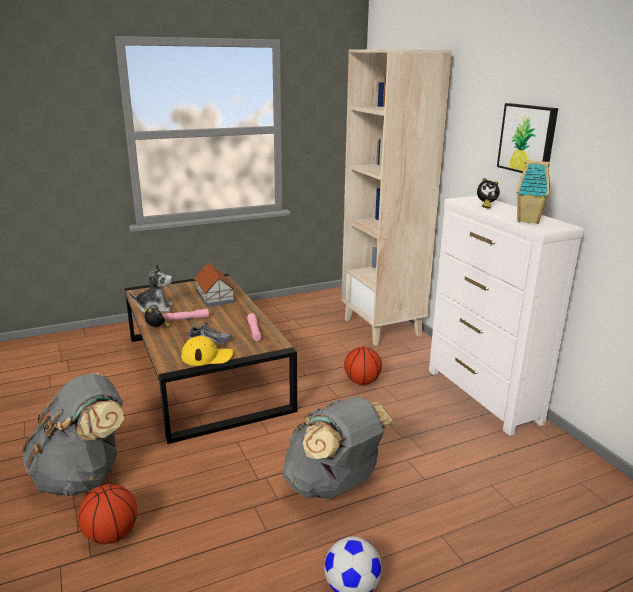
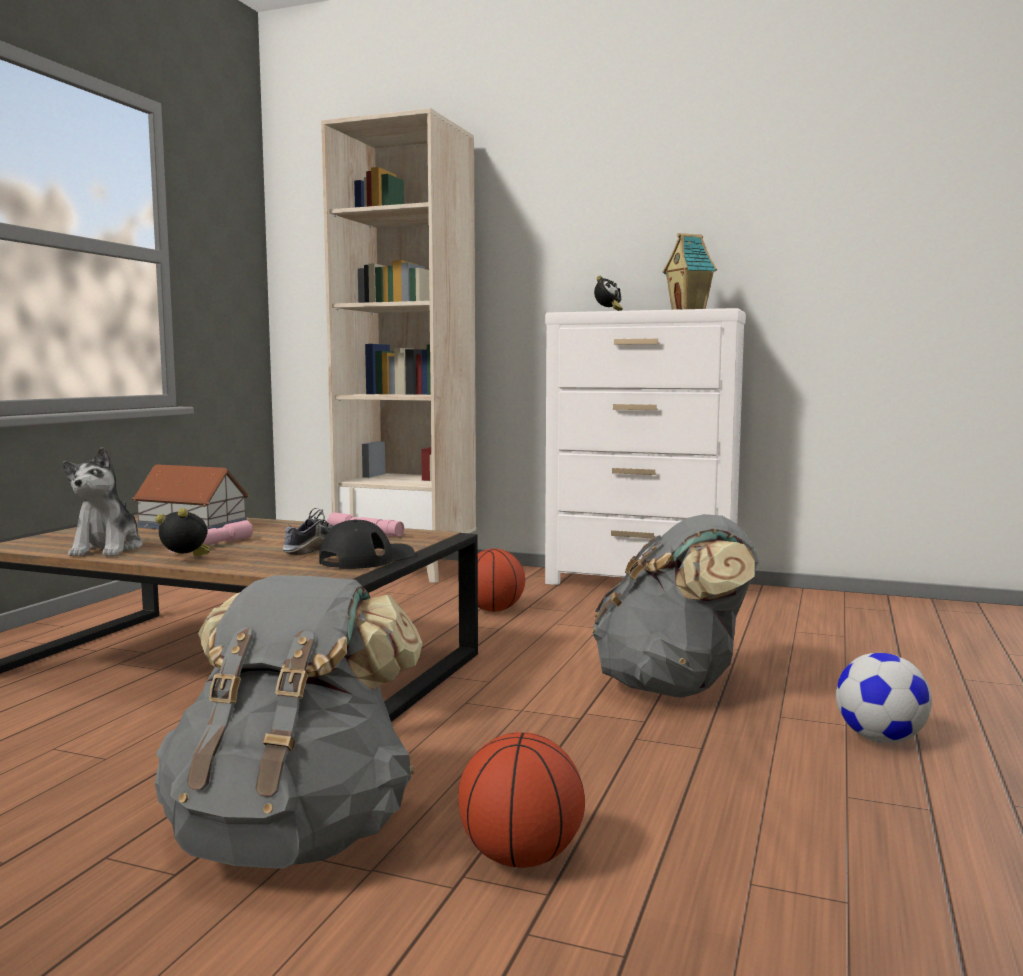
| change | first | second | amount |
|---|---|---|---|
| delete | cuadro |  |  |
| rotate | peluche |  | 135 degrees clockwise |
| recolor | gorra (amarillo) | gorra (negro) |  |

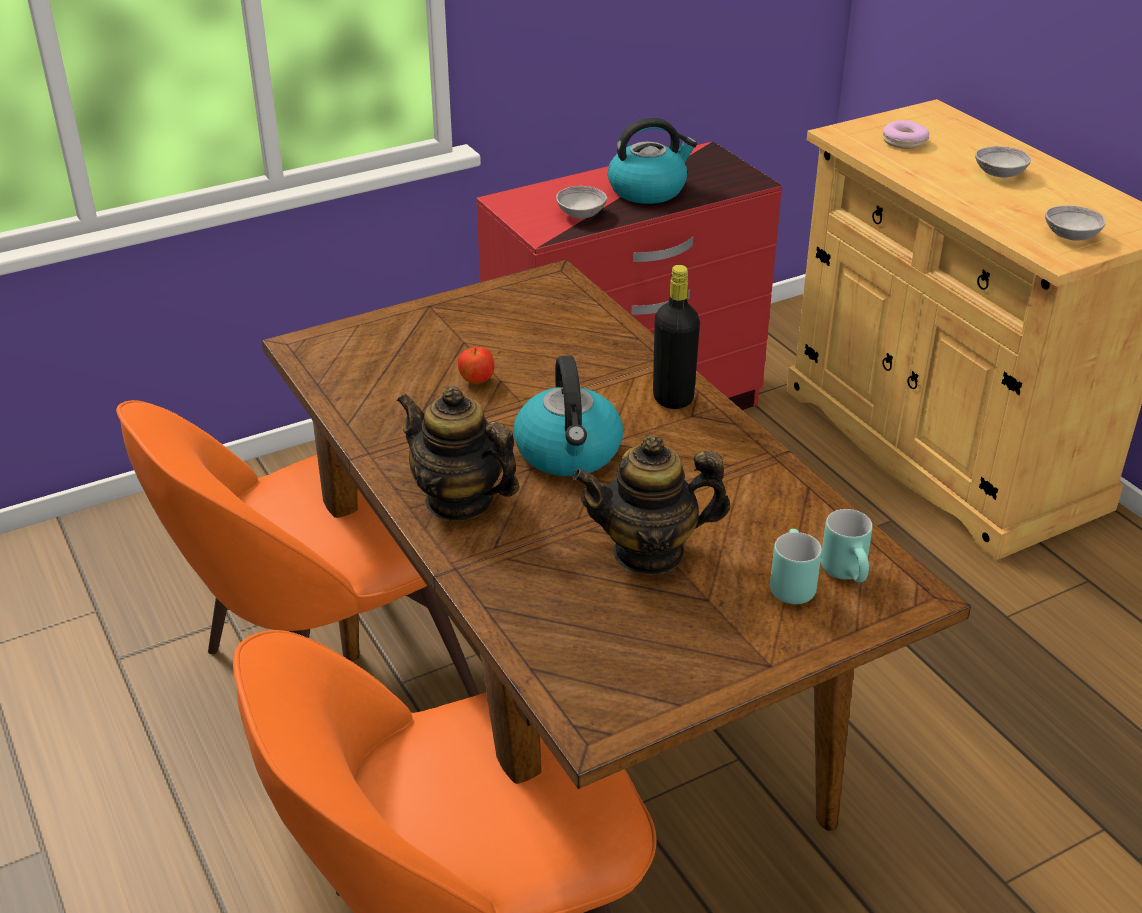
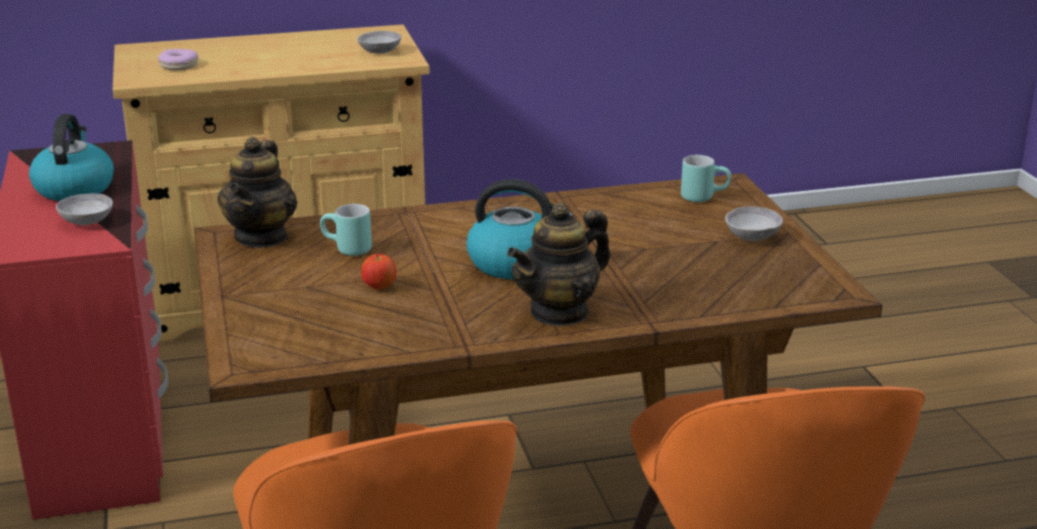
| change | first | second | amount |
|---|---|---|---|
| move | cuenco (gris) (2nd from left in the first image) | cuenco (gris) (3rd from left) |  |
| delete | botella (negro) |  |  |
| move | tetera (2nd from left in the first image) | tetera (1st from left) |  |
| move | taza grande (turquesa) (1st from left) |  |  |

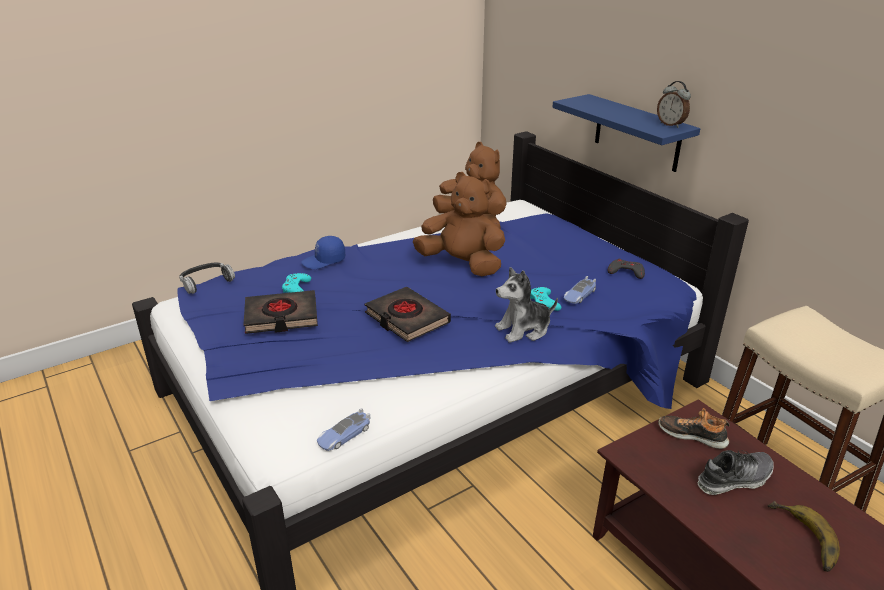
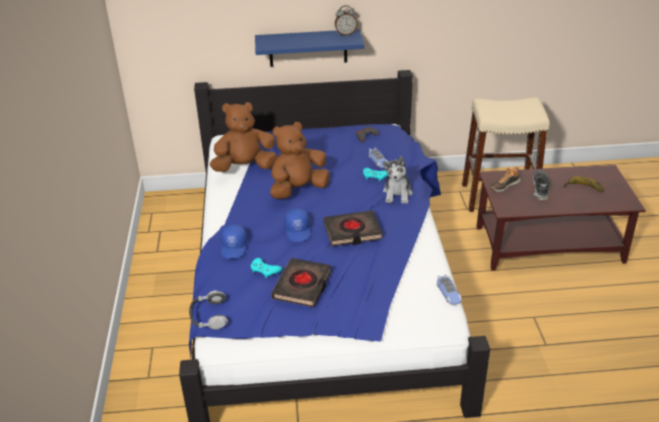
| change | first | second | amount |
|---|---|---|---|
| insert |  | gorra (azul) (2nd from left) |  |

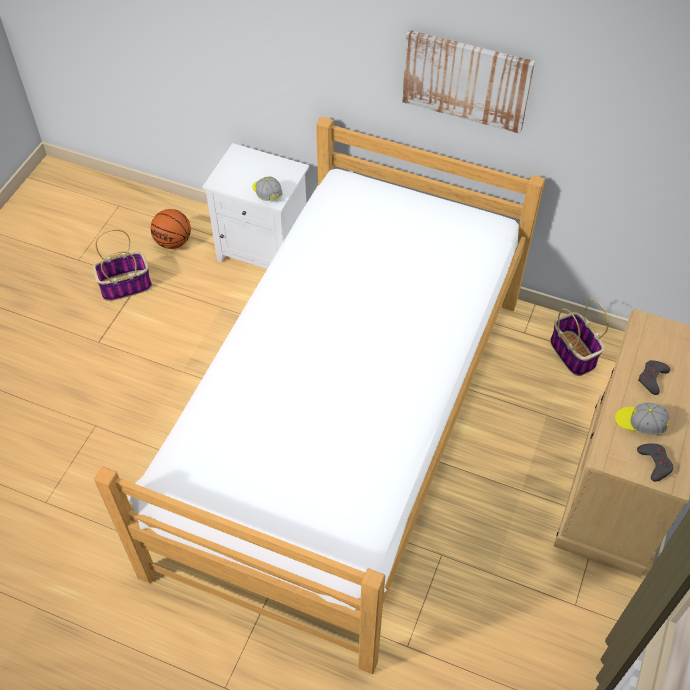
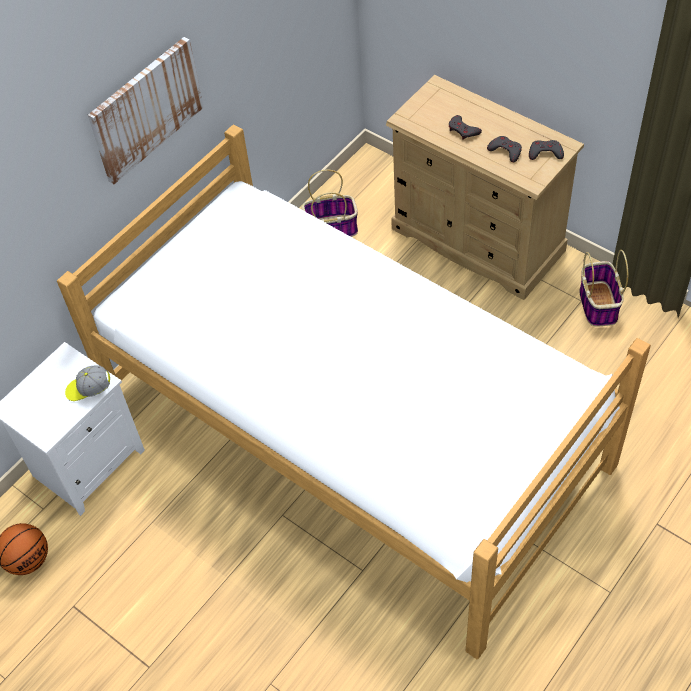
| change | first | second | amount |
|---|---|---|---|
| move | cesta (1st from left in the first image) | cesta (2nd from left) |  |
| replace | gorra (2nd from left) | mando de consola (gris) (2nd from left) |  |

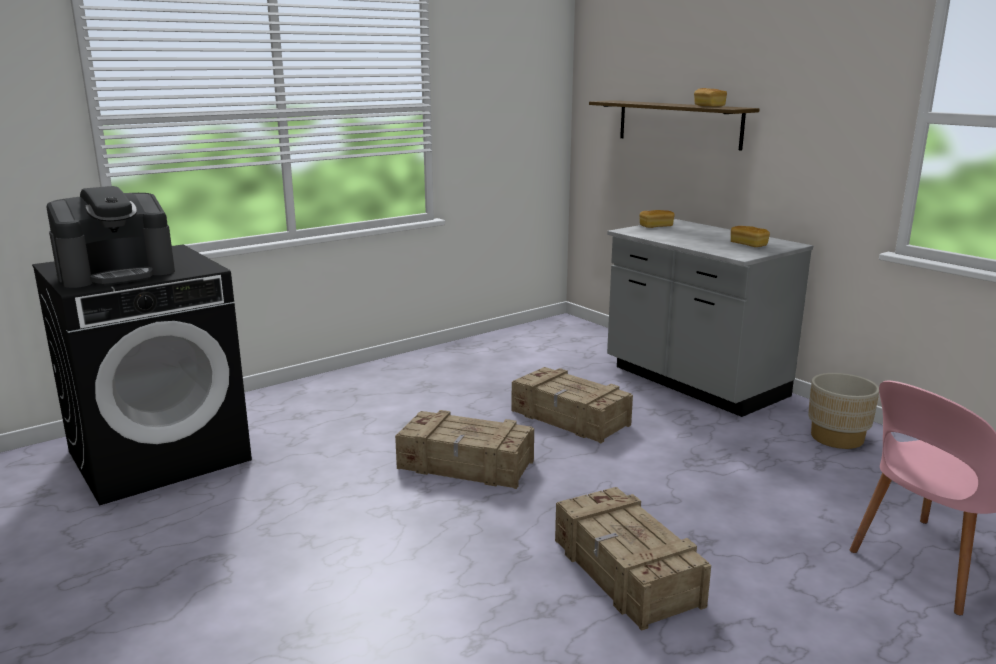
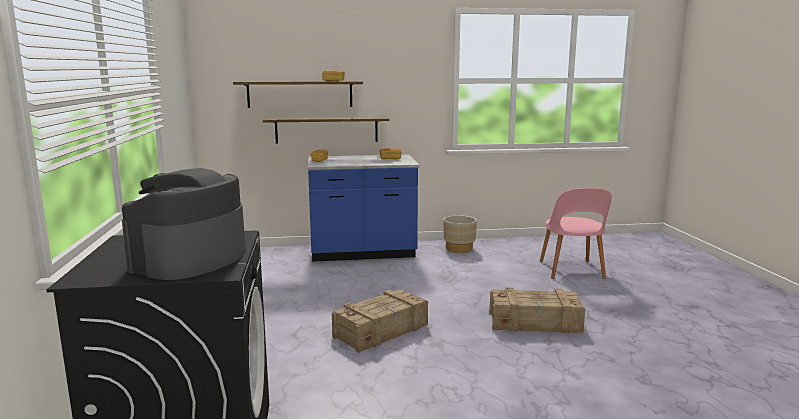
| change | first | second | amount |
|---|---|---|---|
| rotate | cafetera |  | 150 degrees counterclockwise |
| recolor | mueble bajo de cocina (gris) | mueble bajo de cocina (azul) |  |
| delete | caja de embalaje (2nd from left) |  |  |
| insert |  | estante (2nd from left) |  |

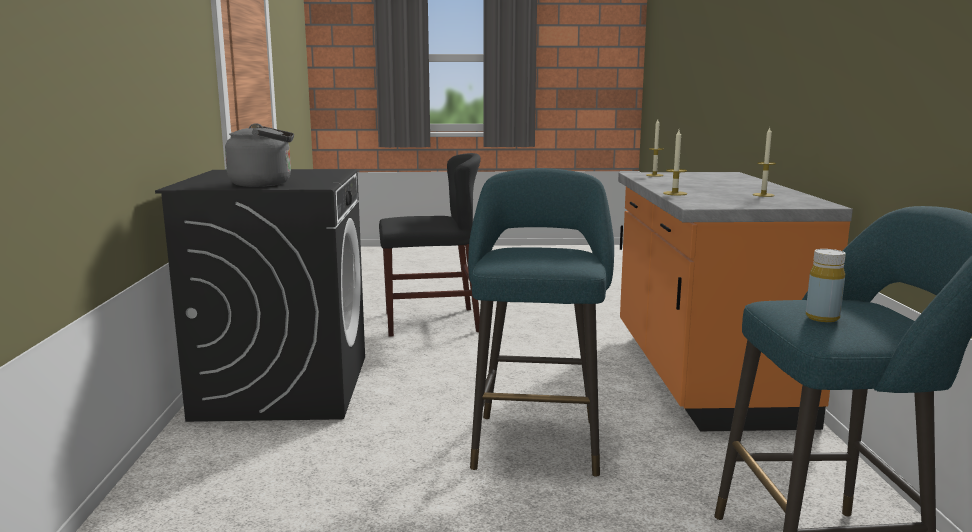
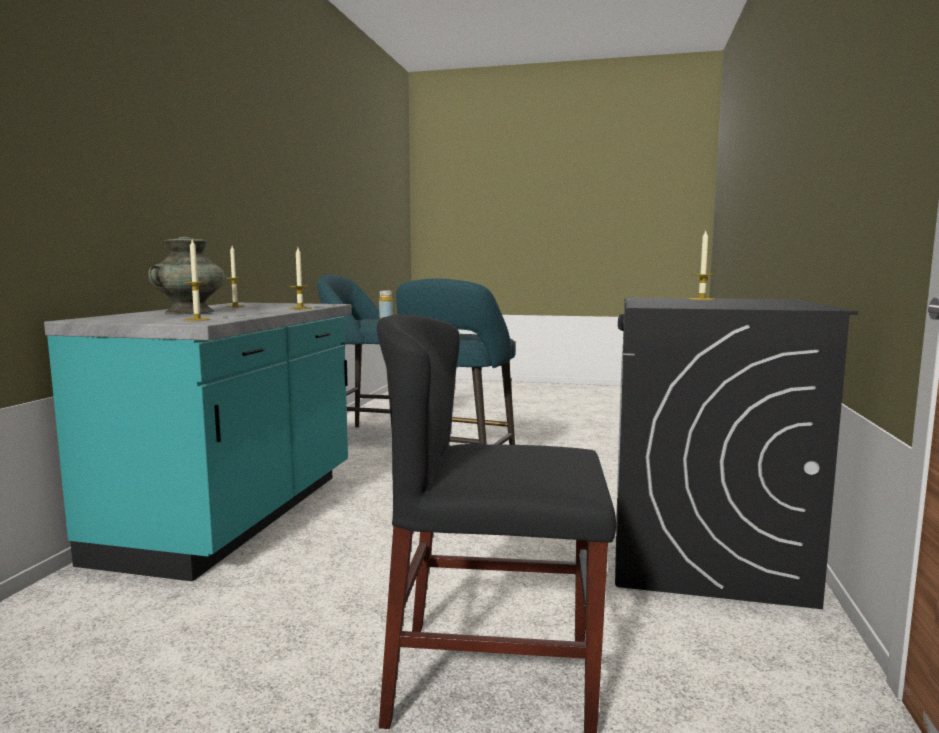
| change | first | second | amount |
|---|---|---|---|
| replace | hervidor (gris) | vela (4th from left) |  |
| recolor | mueble bajo de cocina (naranja) | mueble bajo de cocina (turquesa) |  |
| insert |  | florero (turquesa) |  |

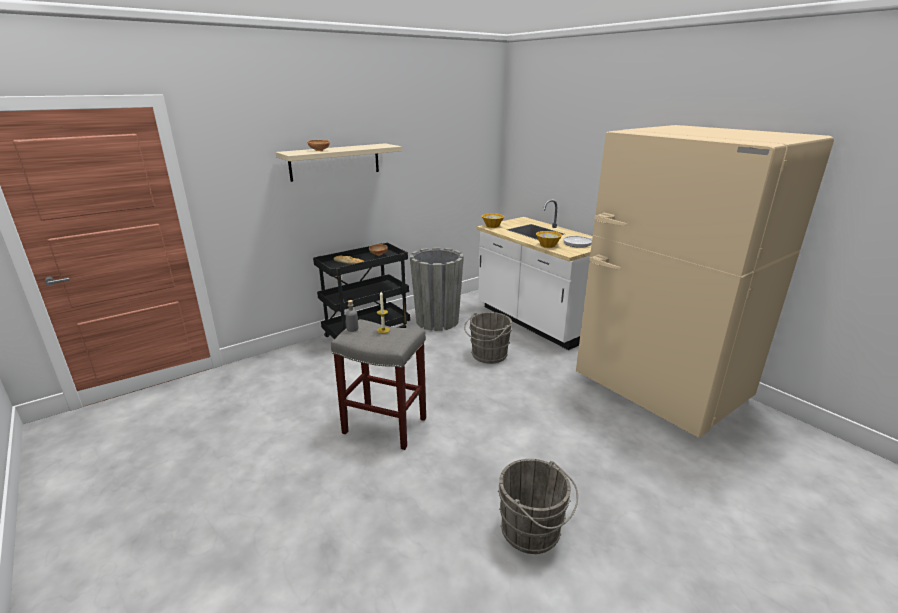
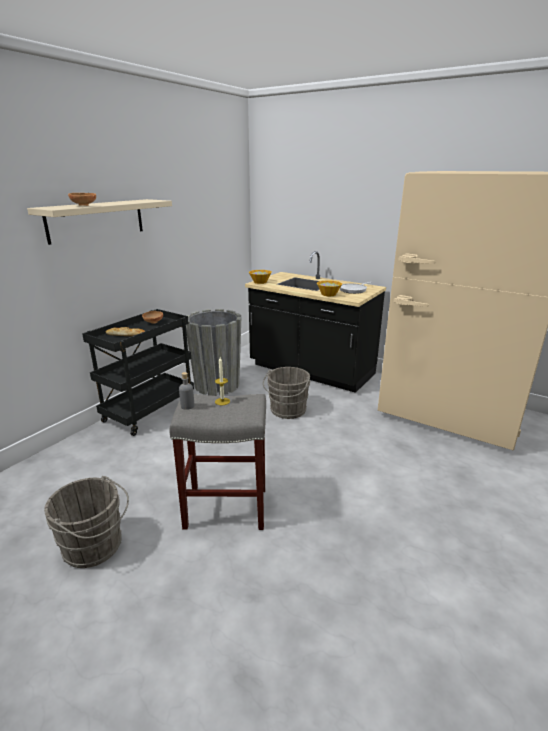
| change | first | second | amount |
|---|---|---|---|
| recolor | mueble bajo de cocina (blanco) | mueble bajo de cocina (negro) |  |
| move | cubo (gris) (2nd from left in the first image) | cubo (gris) (1st from left) |  |

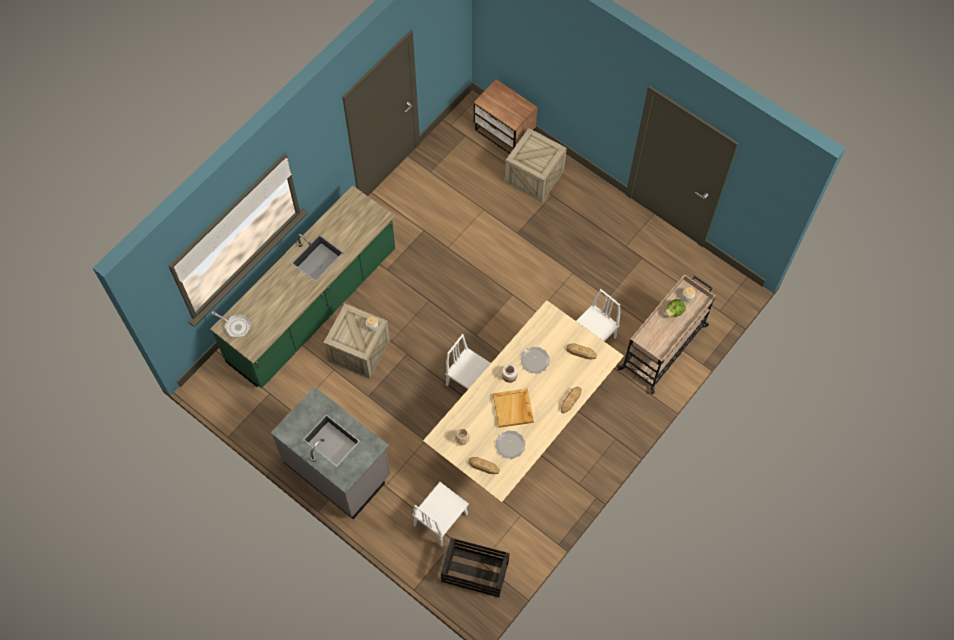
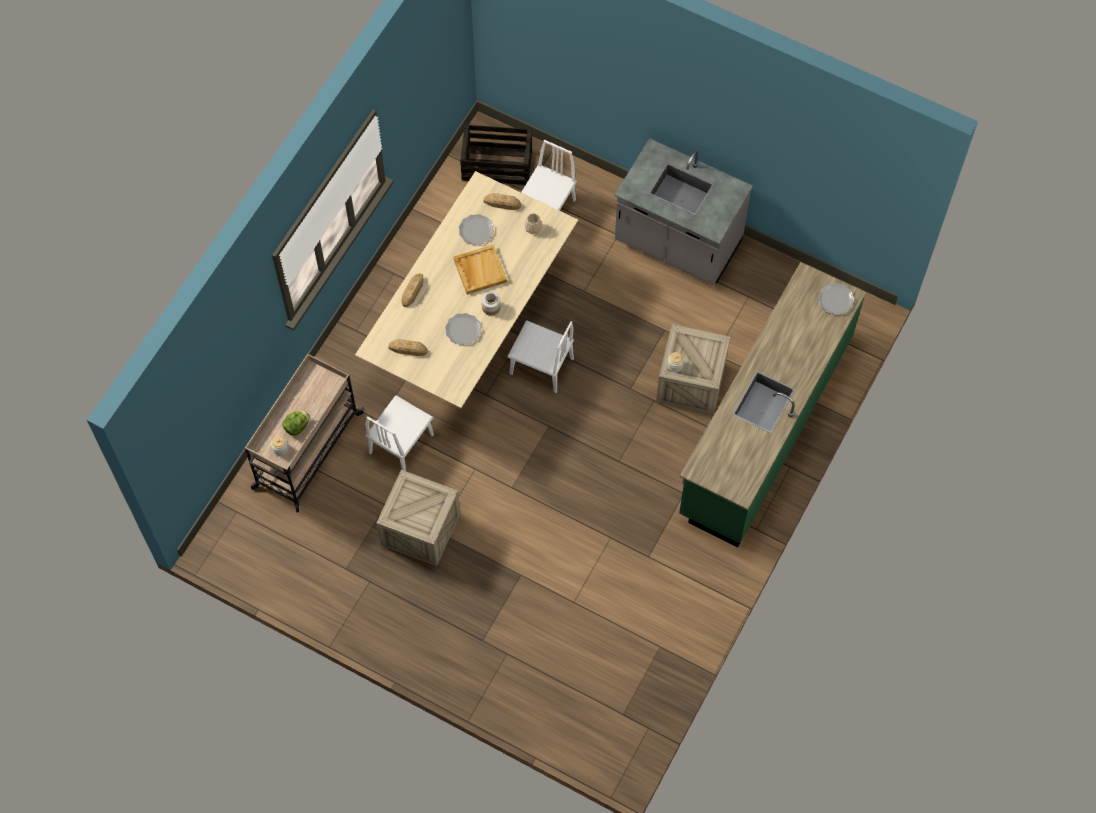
| change | first | second | amount |
|---|---|---|---|
| delete | mesita de noche |  |  |
| move | caja de embalaje (3rd from left in the first image) | caja de embalaje (1st from left) |  |
| replace | sartén | plato (3rd from left) |  |

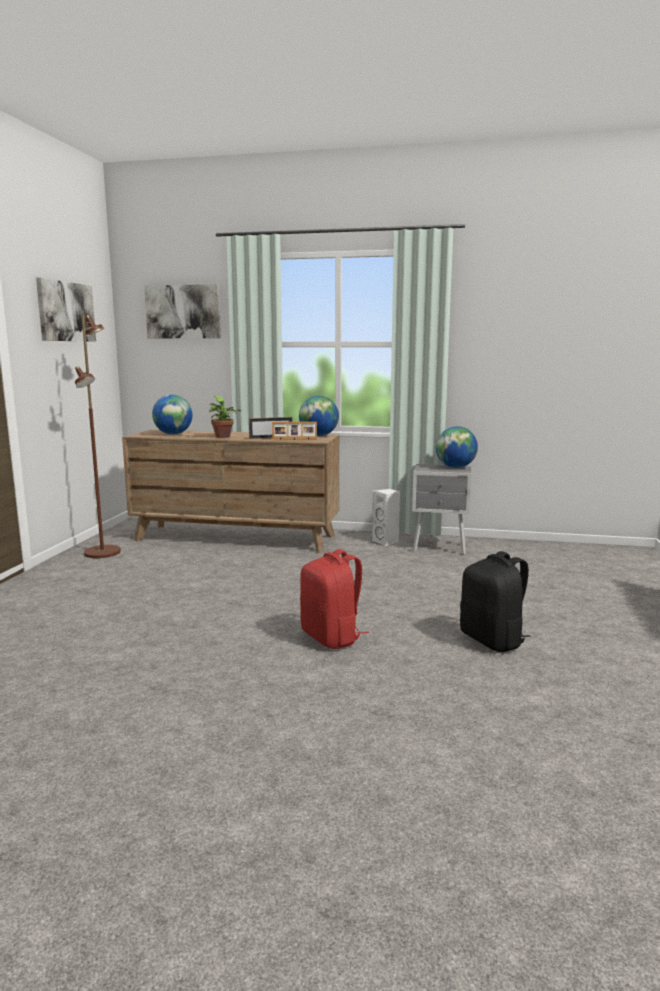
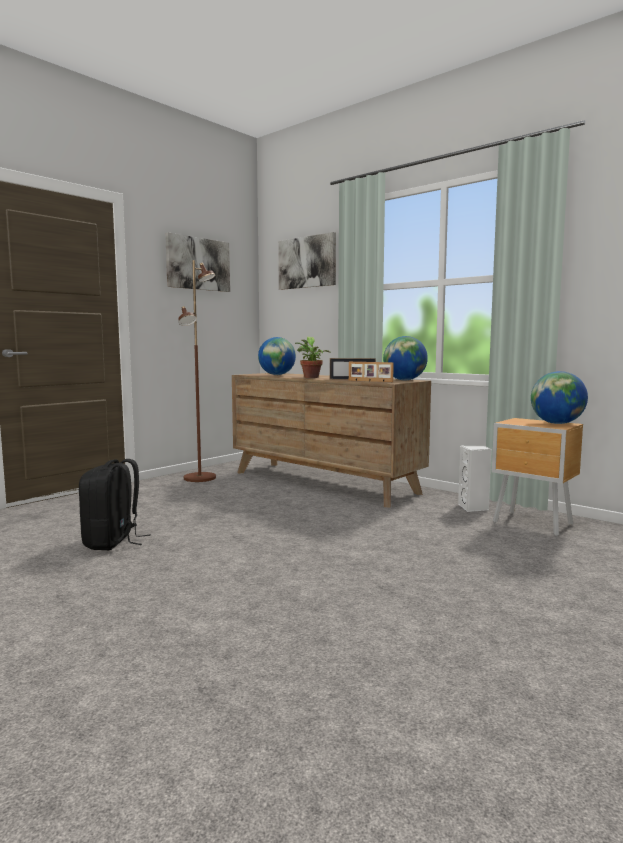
| change | first | second | amount |
|---|---|---|---|
| recolor | mesita de noche (gris) | mesita de noche (marrón) |  |
| delete | mochila (rojo) |  |  |
| move | mochila (negro) |  |  |

